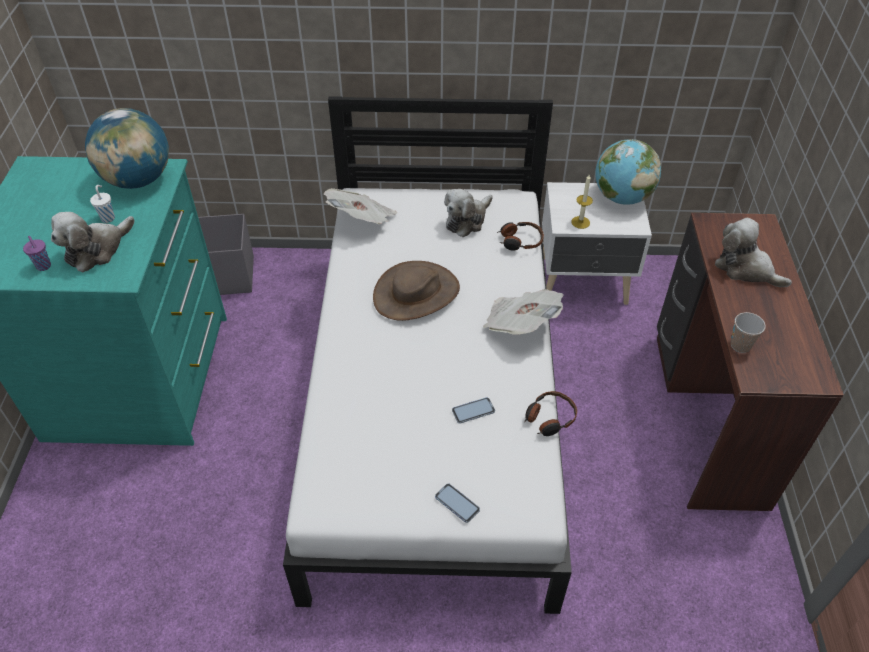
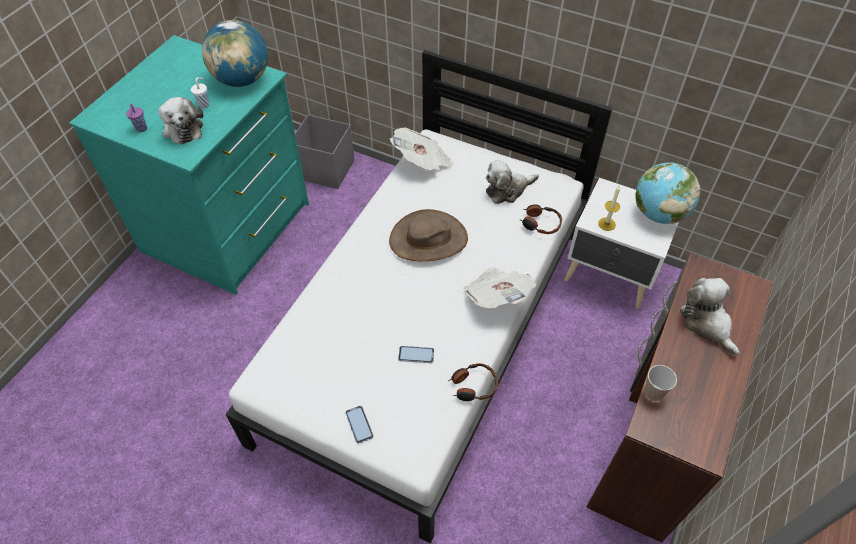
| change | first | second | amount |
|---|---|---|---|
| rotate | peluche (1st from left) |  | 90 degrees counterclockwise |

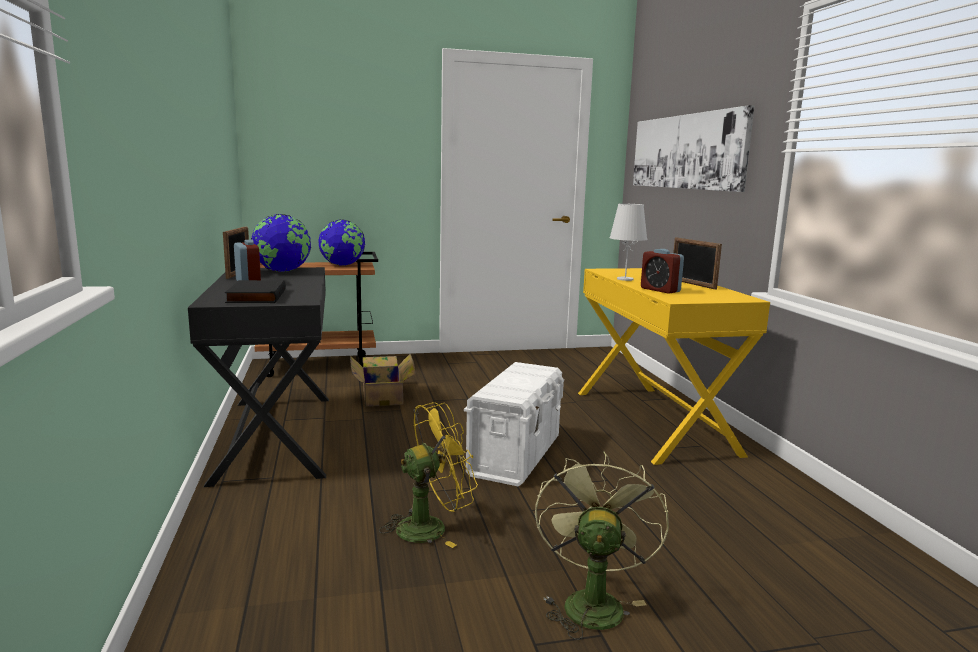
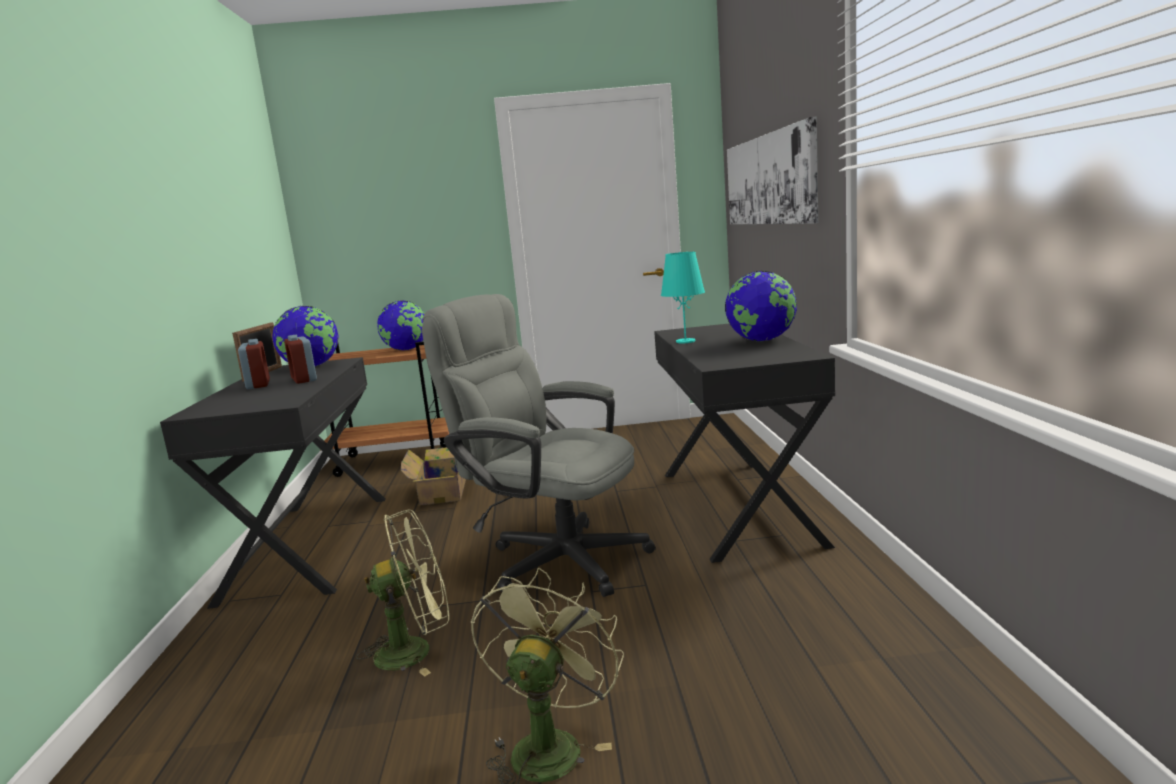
| change | first | second | amount |
|---|---|---|---|
| recolor | lámpara de mesa (blanco) | lámpara de mesa (turquesa) |  |
| replace | portarretratos (2nd from left) | globo terráqueo (3rd from left) |  |
| move | despertador (2nd from left) |  |  |
| recolor | escritorio (amarillo) | escritorio (negro) (2nd from left) |  |
| delete | libro (negro) |  |  |
| replace | caja de almacenaje (blanco) | silla de oficina (gris) |  |
| recolor | ventilador (amarillo) | ventilador (verde) (1st from left) |  |

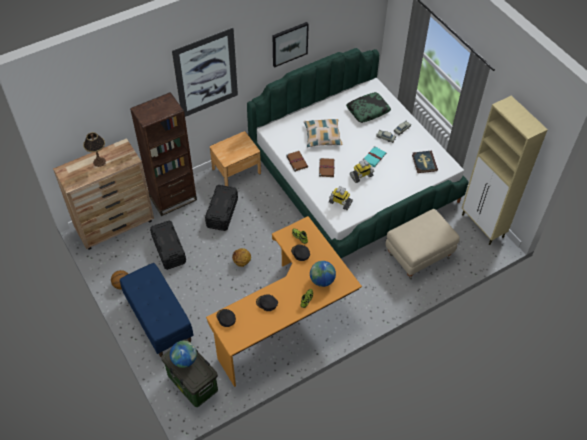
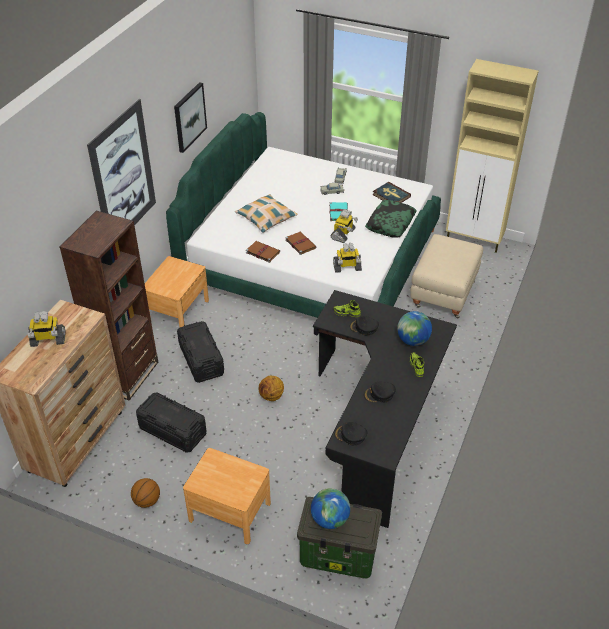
| change | first | second | amount |
|---|---|---|---|
| move | cojín (2nd from left) |  |  |
| replace | lámpara de mesa | robot de juguete (1st from left) |  |
| recolor | escritorio (naranja) | escritorio (negro) |  |
| replace | banco (azul) | mesita de noche (marrón) (2nd from left) |  |

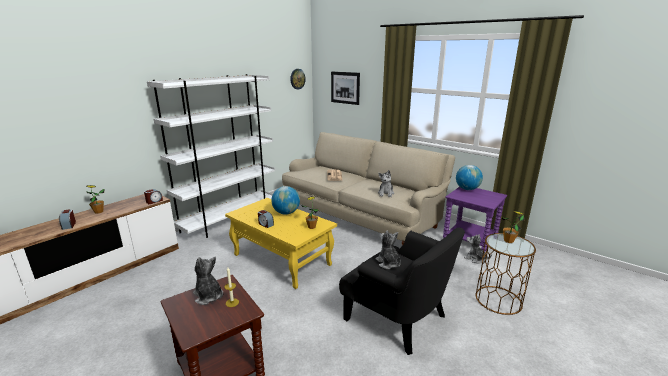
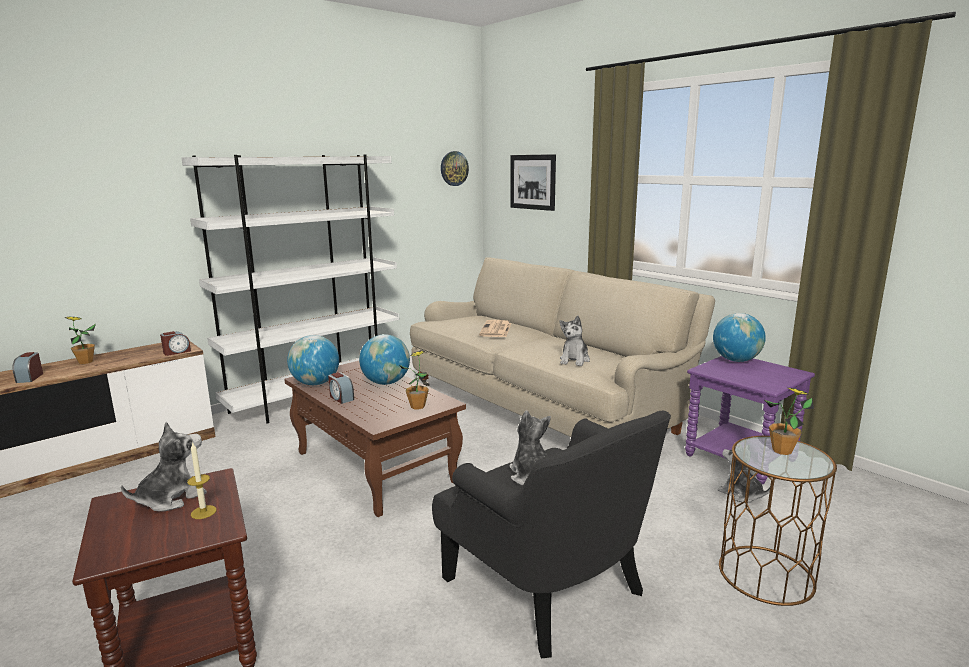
| change | first | second | amount |
|---|---|---|---|
| recolor | mesa de centro (amarillo) | mesa de centro (marrón) |  |
| rotate | peluche (1st from left) |  | 75 degrees clockwise |
| insert |  | globo terráqueo (1st from left) |  |

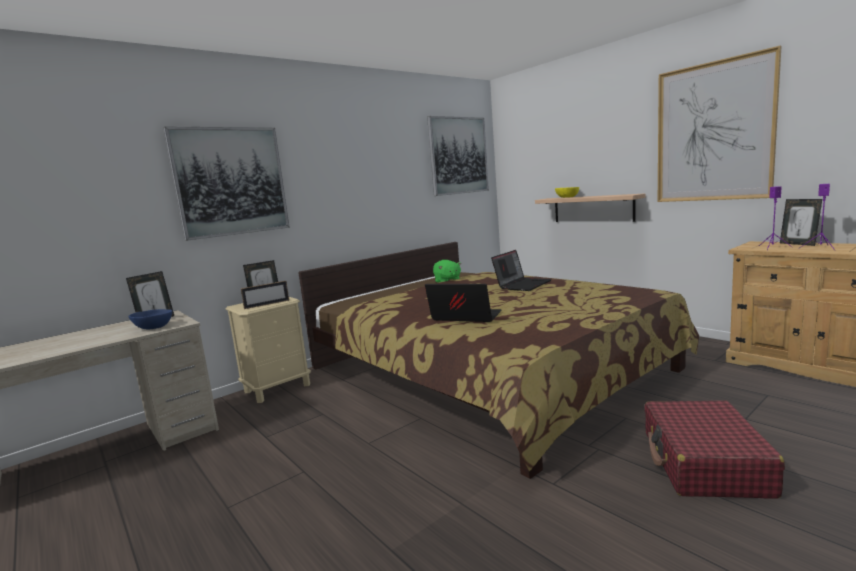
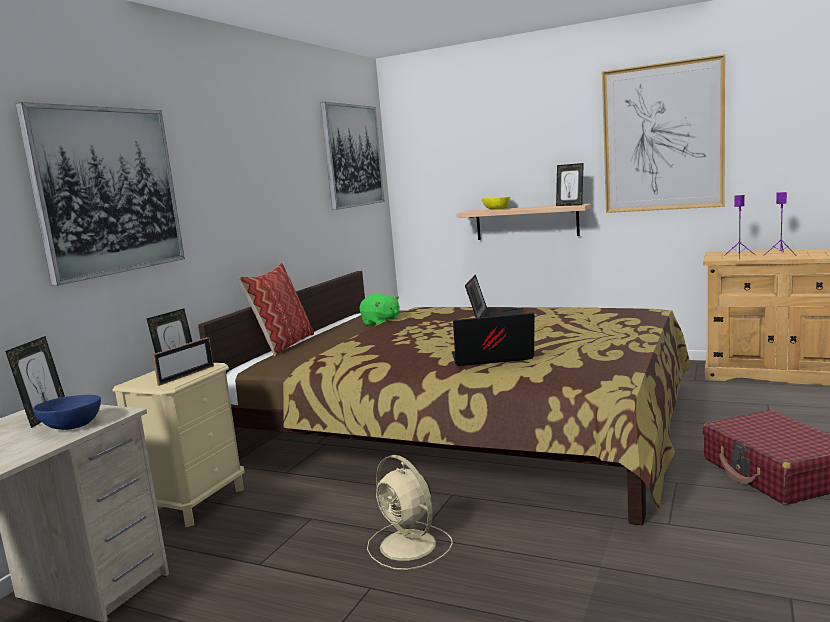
| change | first | second | amount |
|---|---|---|---|
| move | portarretratos (4th from left) |  |  |
| insert |  | cojín |  |
| insert |  | ventilador (beis) |  |

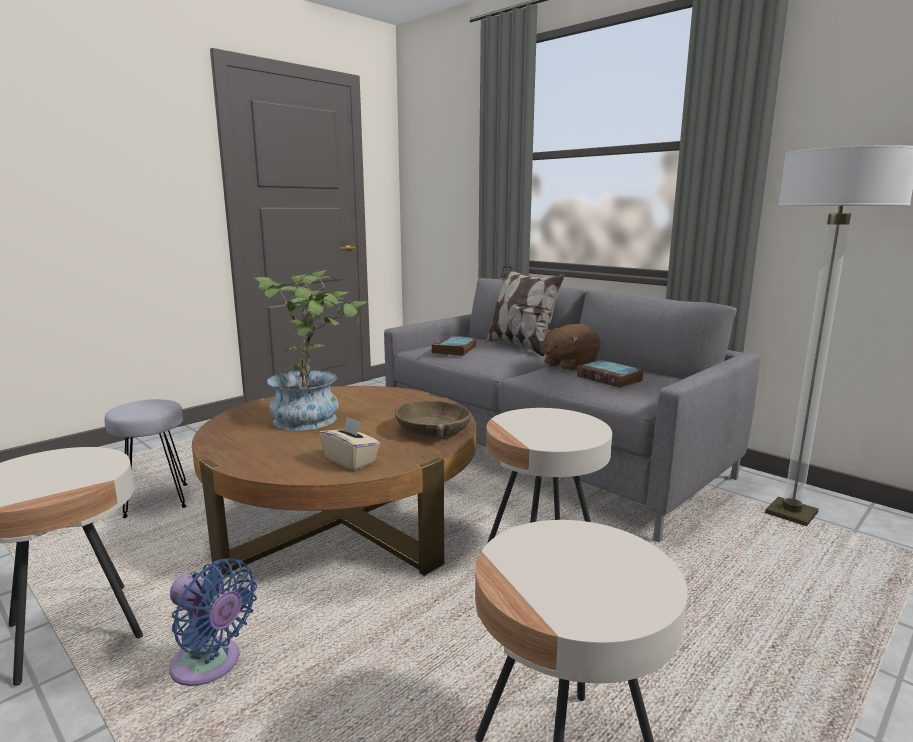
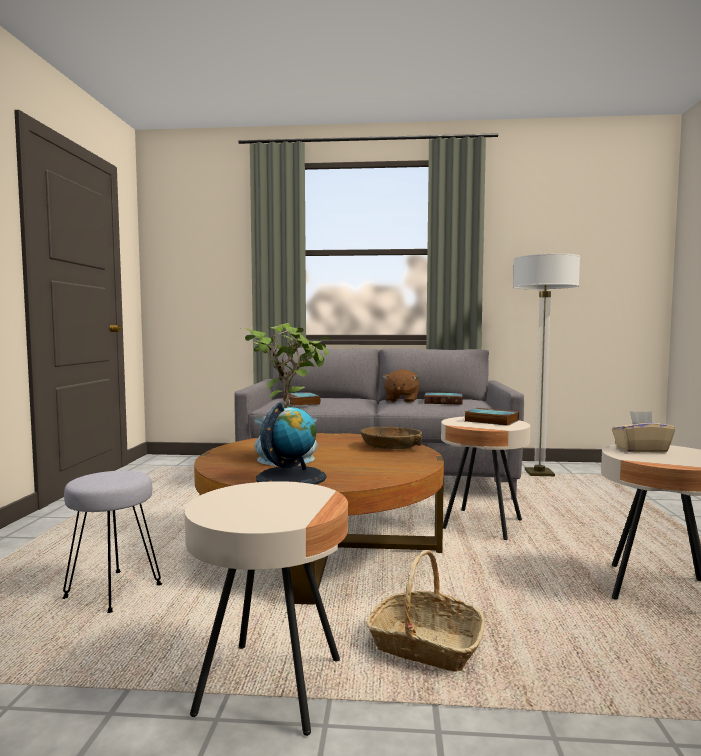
| change | first | second | amount |
|---|---|---|---|
| delete | cojín |  |  |
| move | caja de pañuelos (beis) |  |  |
| replace | ventilador (azul) | cesta |  |
| insert |  | globo terráqueo |  |
| insert |  | libro (3rd from left) |  |

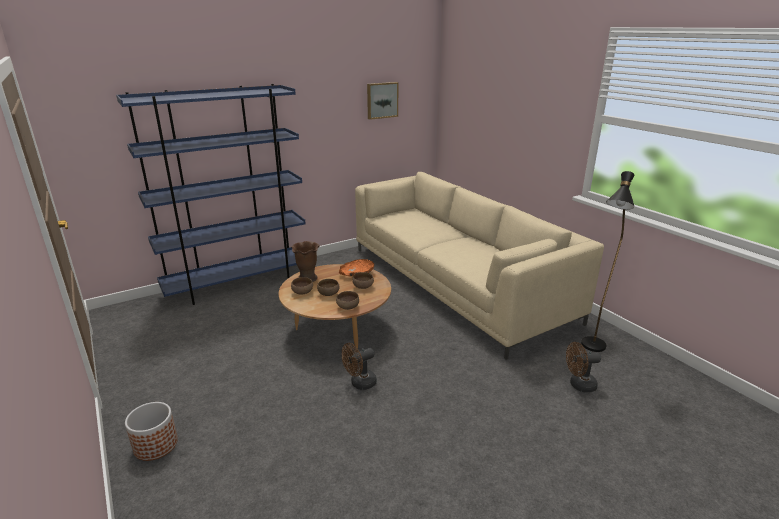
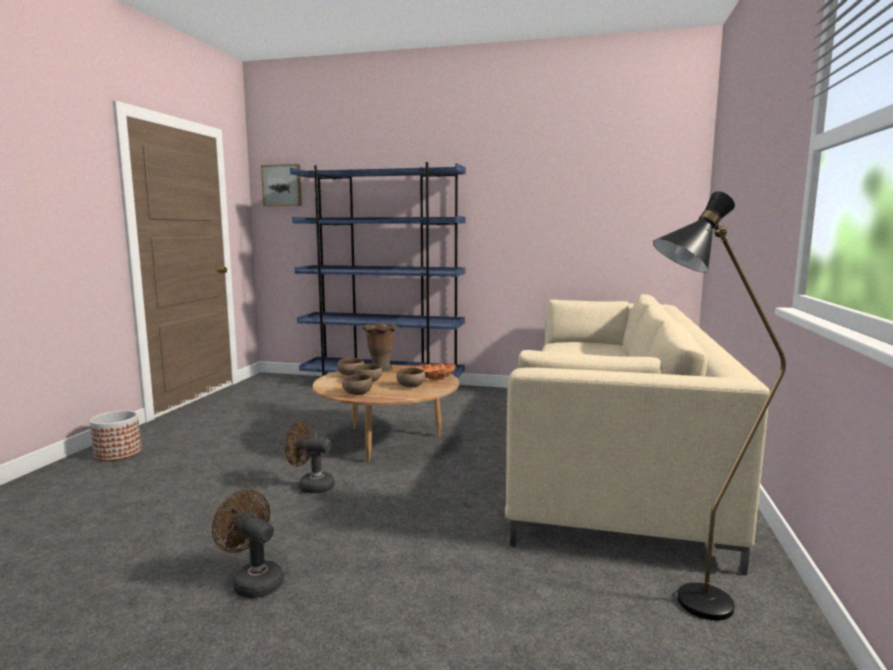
| change | first | second | amount |
|---|---|---|---|
| move | cuadro |  |  |
| move | ventilador (marrón) (2nd from left in the first image) | ventilador (marrón) (1st from left) |  |

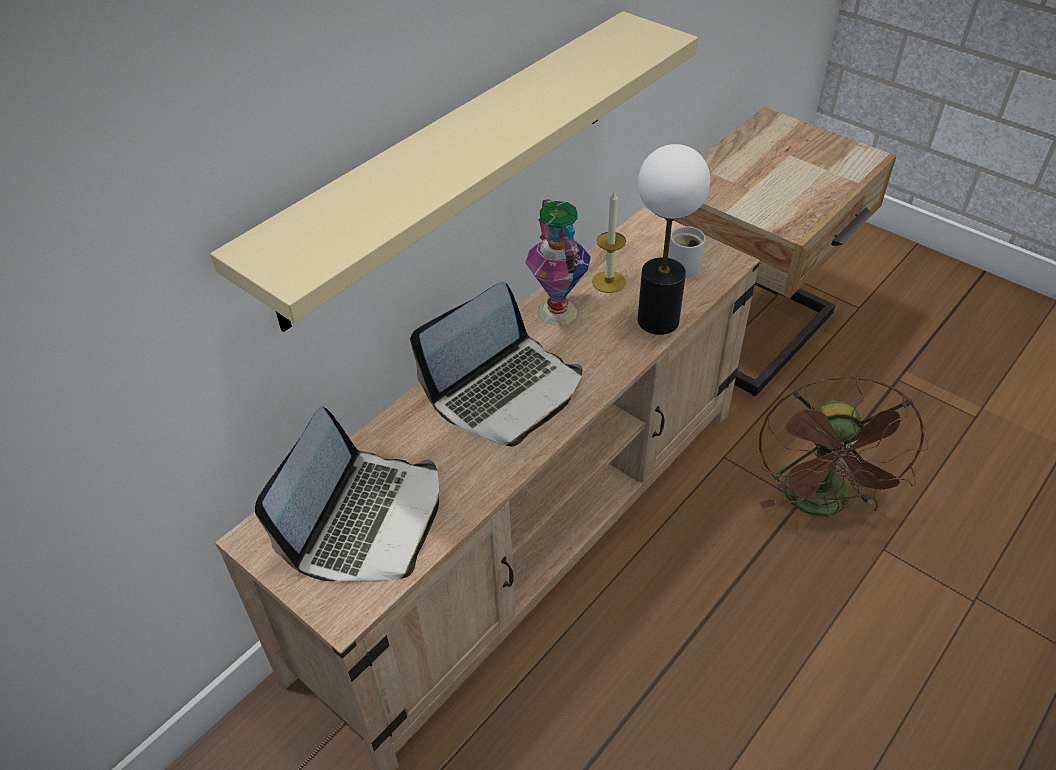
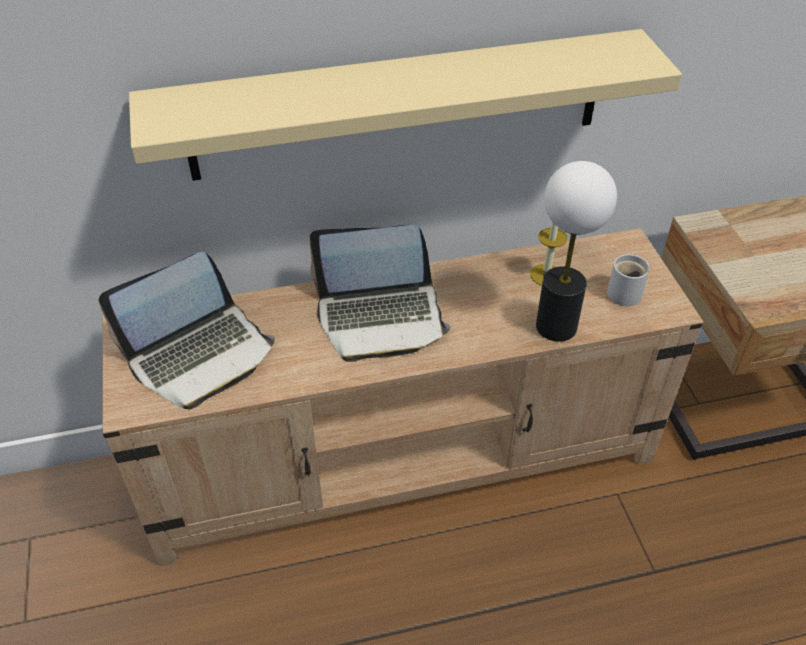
| change | first | second | amount |
|---|---|---|---|
| delete | florero |  |  |
| delete | ventilador (marrón) |  |  |

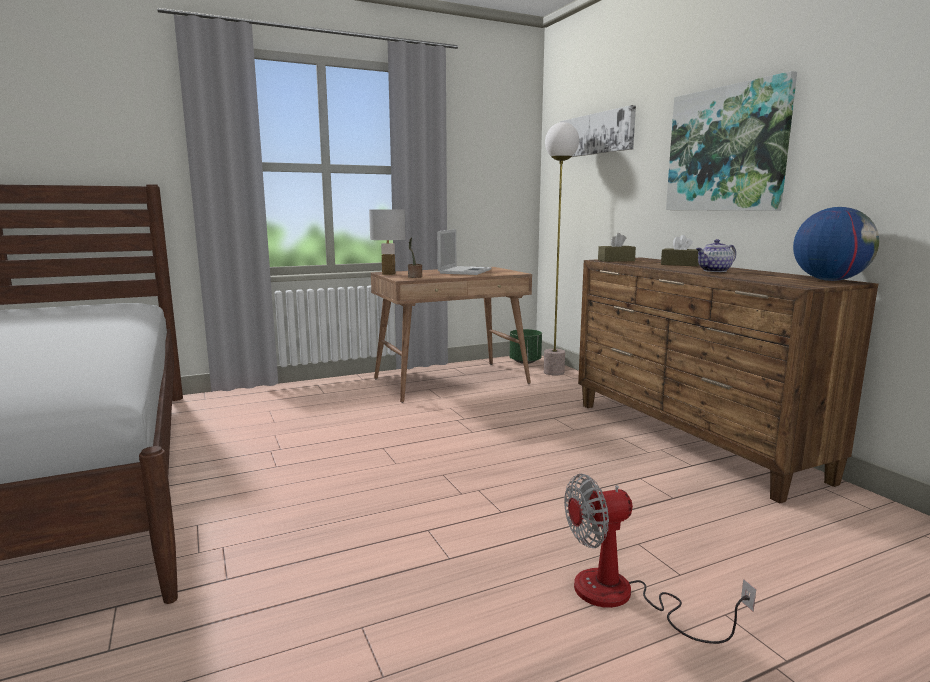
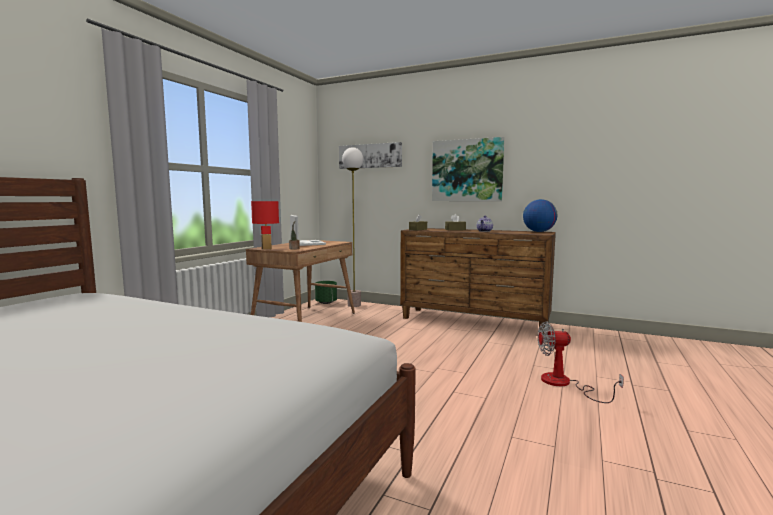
| change | first | second | amount |
|---|---|---|---|
| recolor | lámpara de mesa (blanco) | lámpara de mesa (rojo) |  |
| rotate | ventilador |  | 60 degrees clockwise |

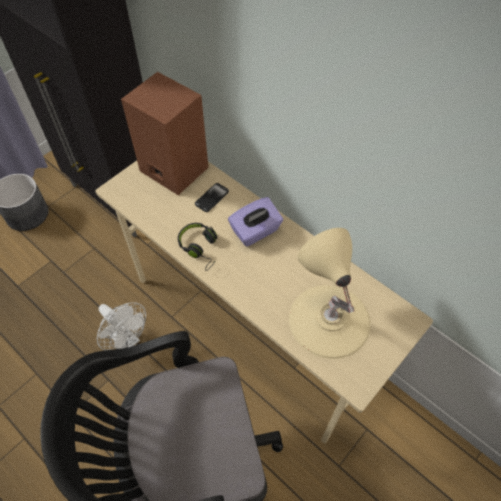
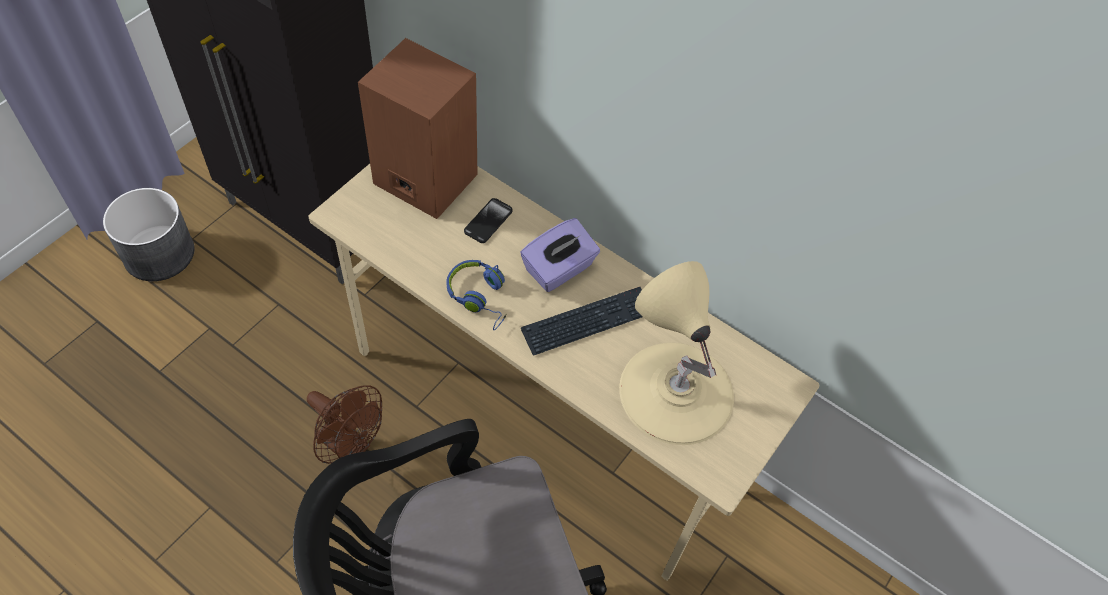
| change | first | second | amount |
|---|---|---|---|
| recolor | auriculares (negro) | auriculares (azul) |  |
| recolor | ventilador (blanco) | ventilador (marrón) |  |
| insert |  | teclado |  |

